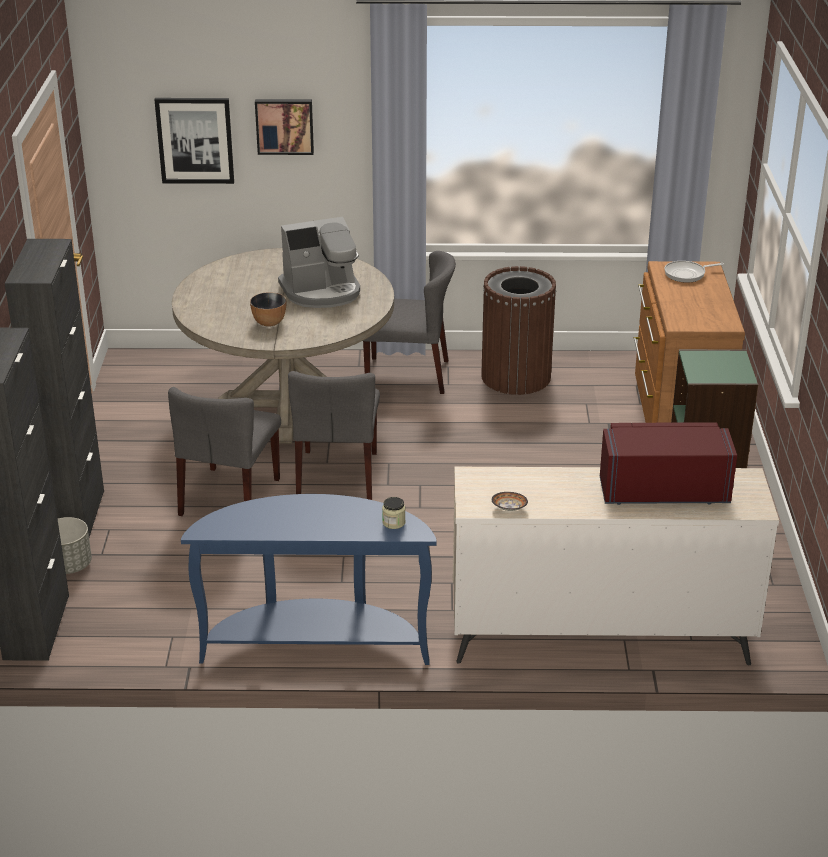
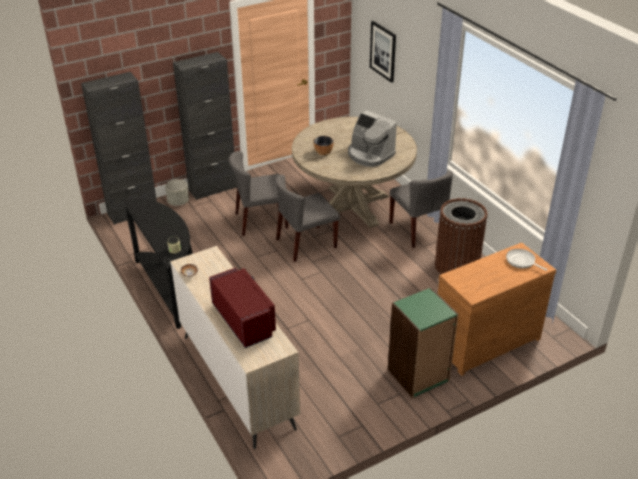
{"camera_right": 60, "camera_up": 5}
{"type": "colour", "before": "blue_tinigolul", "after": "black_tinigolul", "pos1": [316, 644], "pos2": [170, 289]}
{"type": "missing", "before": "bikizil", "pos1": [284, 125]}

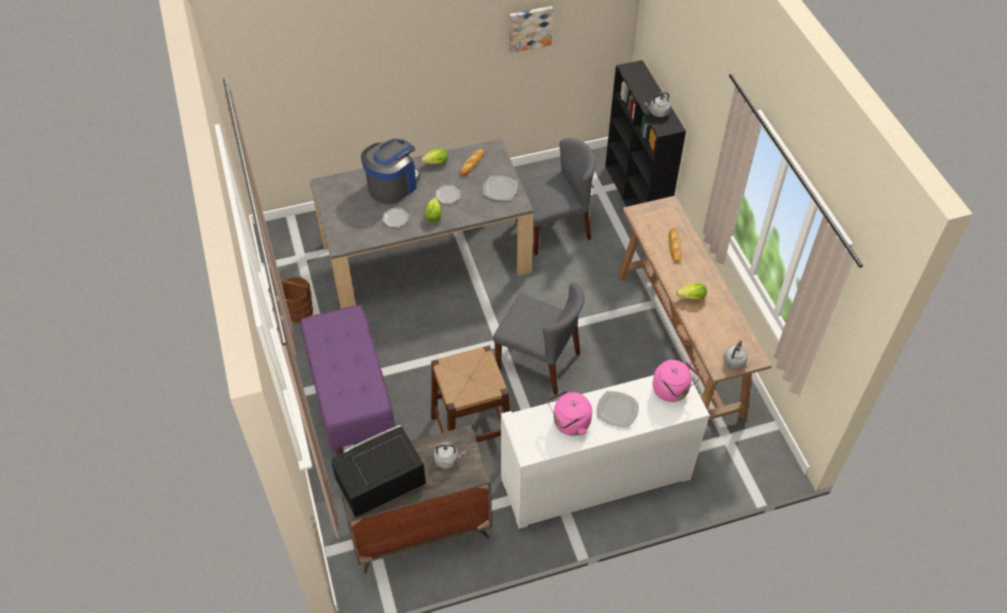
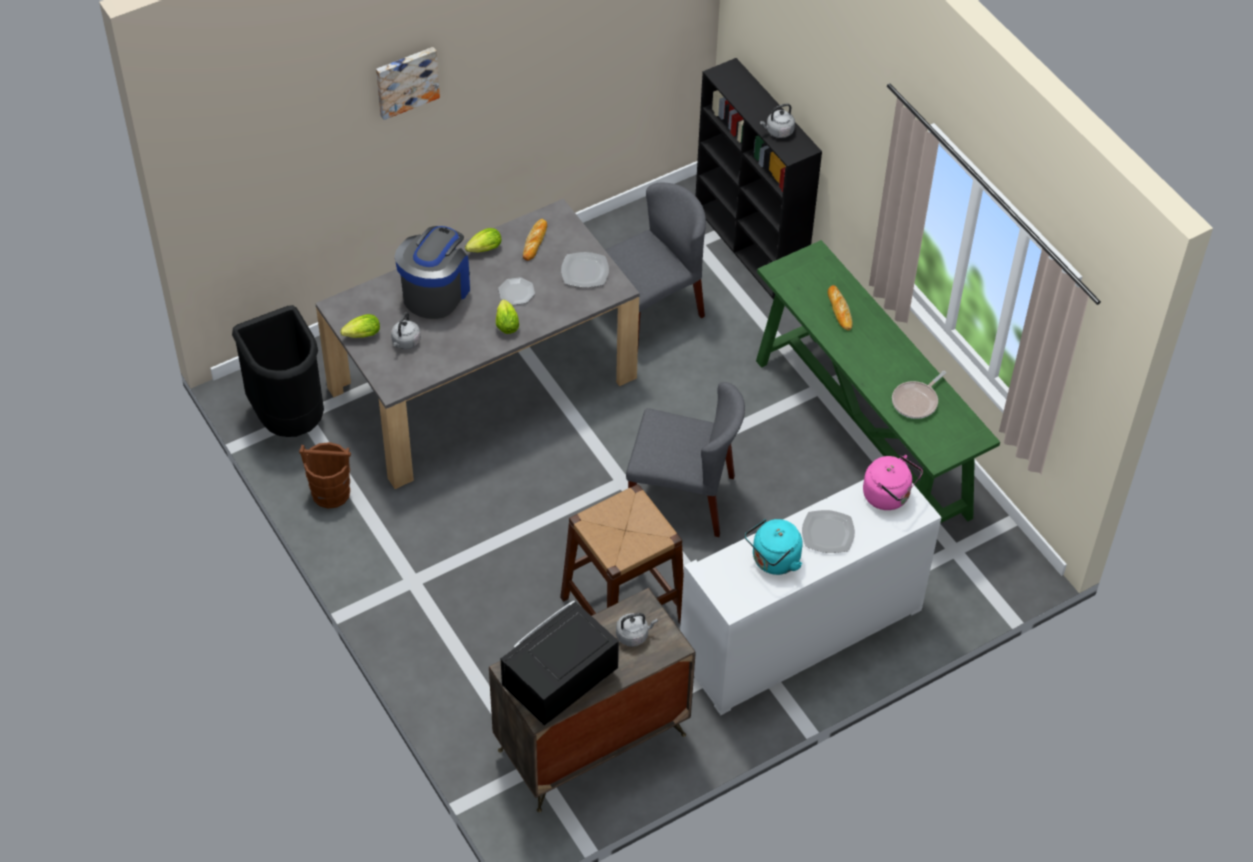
{"camera_right": -15, "camera_up": 0}
{"type": "missing", "before": "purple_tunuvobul", "pos1": [351, 397]}
{"type": "missing", "before": "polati", "pos1": [395, 218]}
{"type": "relocated", "before": "bikizil", "pos1": [530, 27], "pos2": [406, 81]}
{"type": "colour", "before": "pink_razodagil", "after": "turquoise_razodagil", "pos1": [569, 424], "pos2": [773, 561]}
{"type": "colour", "before": "brown_tinigolul", "after": "green_tinigolul", "pos1": [679, 344], "pos2": [862, 439]}
{"type": "relocated", "before": "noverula", "pos1": [690, 298], "pos2": [360, 335]}
{"type": "relocated", "before": "grey_razodagil", "pos1": [733, 362], "pos2": [405, 342]}
{"type": "appeared", "after": "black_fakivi", "pos2": [290, 417]}
{"type": "appeared", "after": "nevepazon", "pos2": [916, 401]}

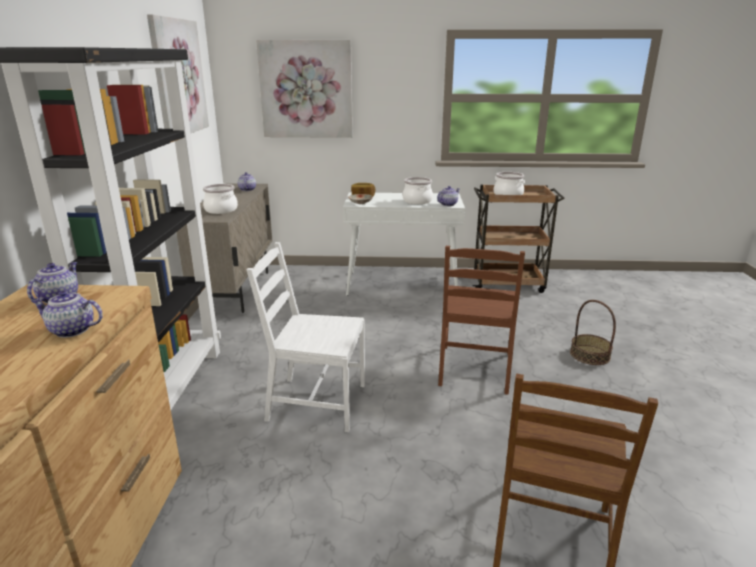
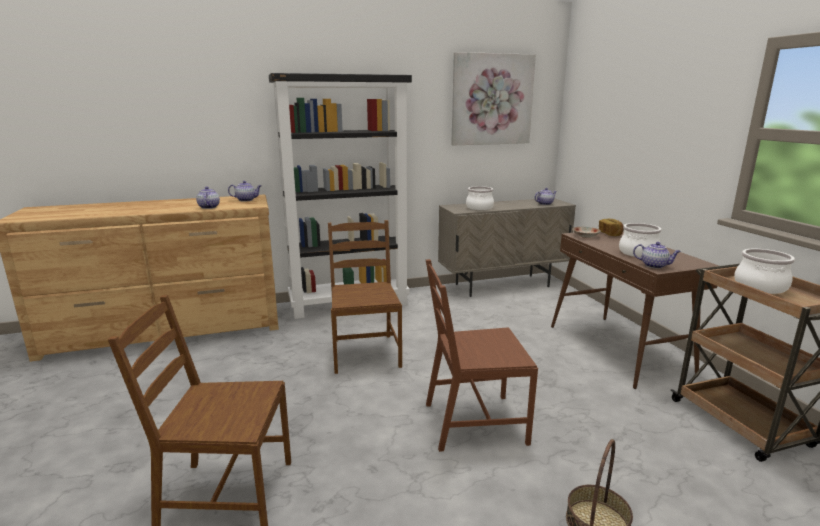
{"camera_right": 70, "camera_up": -5}
{"type": "colour", "before": "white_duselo", "after": "brown_duselo", "pos1": [315, 403], "pos2": [364, 353]}
{"type": "missing", "before": "bikizil", "pos1": [306, 89]}
{"type": "colour", "before": "white_tinigolul", "after": "brown_tinigolul", "pos1": [402, 284], "pos2": [618, 349]}

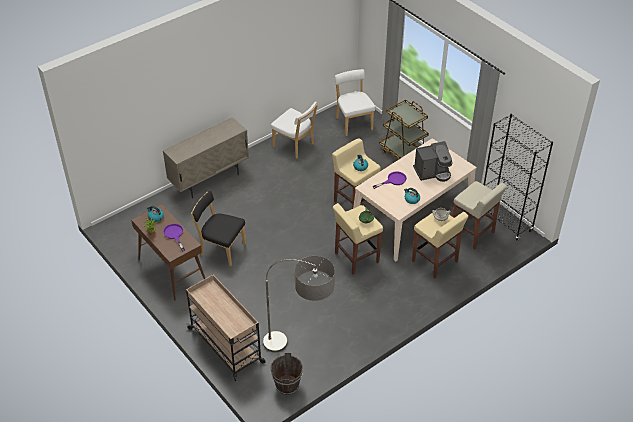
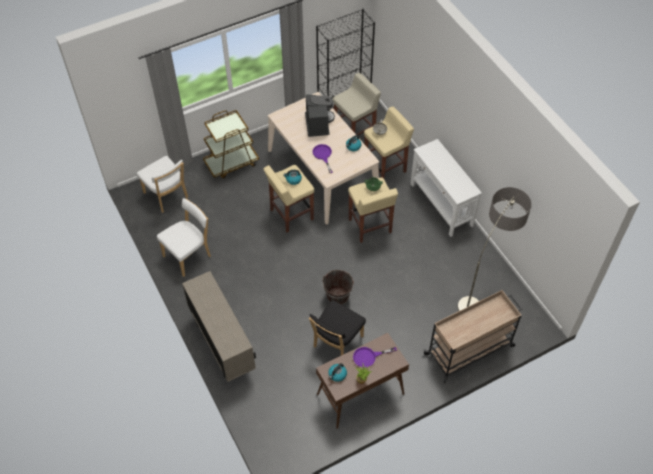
{"camera_right": -80, "camera_up": 10}
{"type": "relocated", "before": "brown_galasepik", "pos1": [287, 385], "pos2": [337, 297]}
{"type": "spun", "before": "white_duselo", "pos1": [353, 122], "pos2": [167, 196], "turn": -120}
{"type": "appeared", "after": "white_tinigolul", "pos2": [441, 205]}

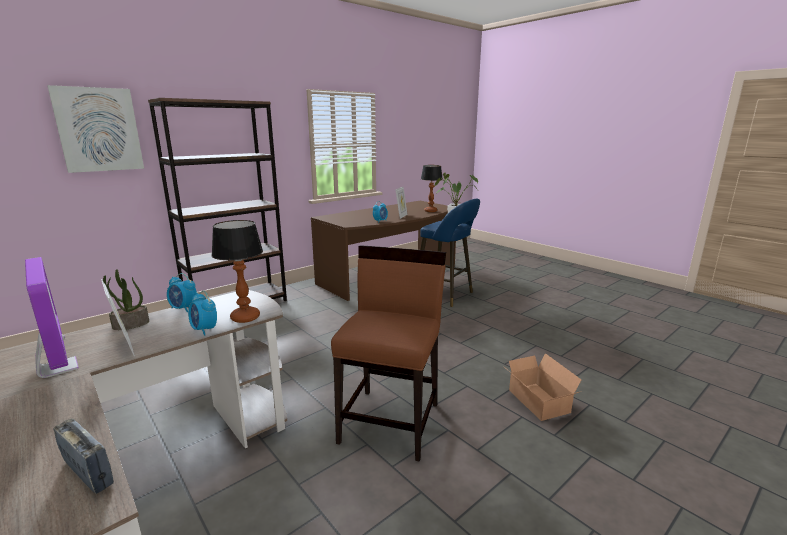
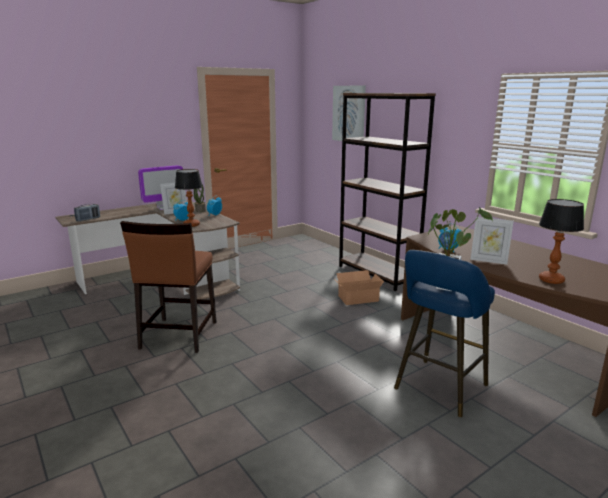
{"camera_right": 95, "camera_up": 0}
{"type": "spun", "before": "brown_duselo", "pos1": [391, 422], "pos2": [178, 335], "turn": 75}
{"type": "relocated", "before": "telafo", "pos1": [537, 402], "pos2": [357, 298]}

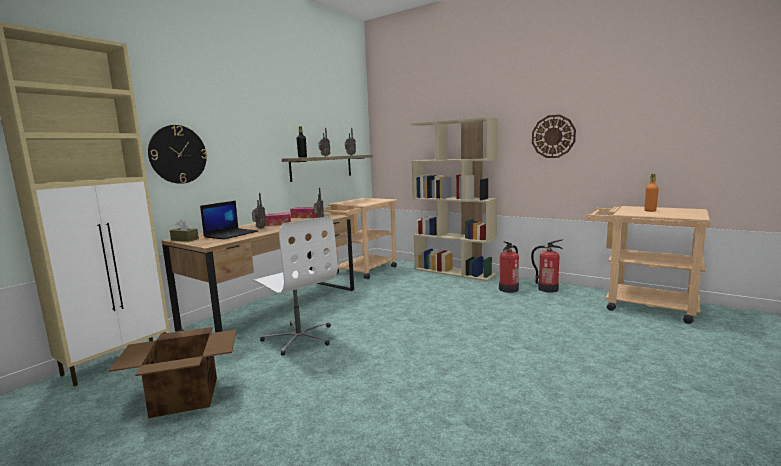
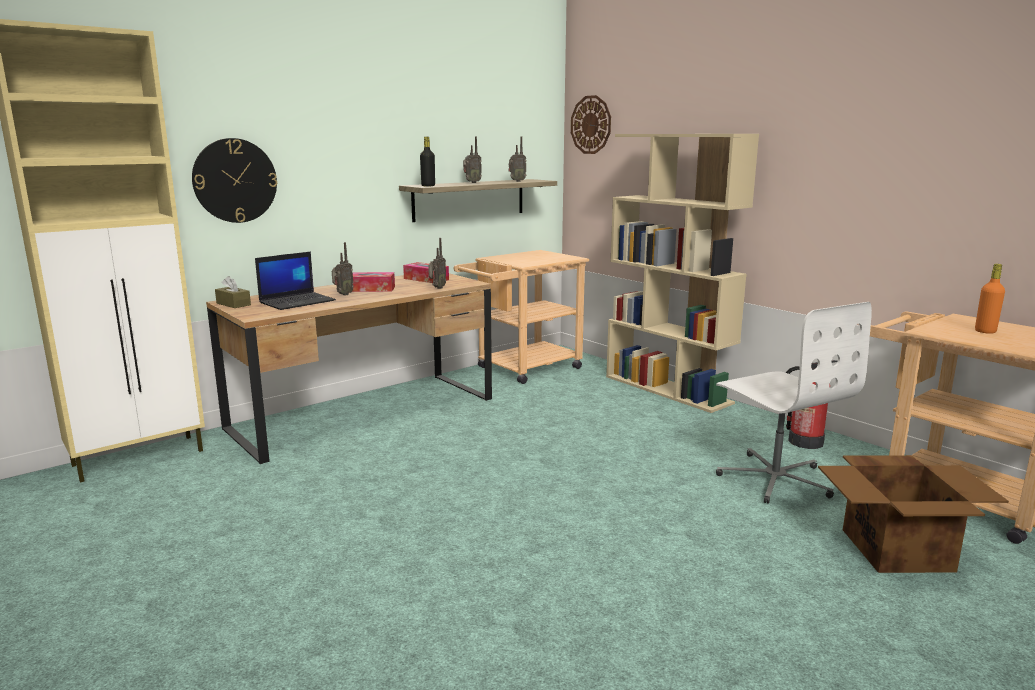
{"camera_right": 15, "camera_up": 5}
{"type": "relocated", "before": "telafo", "pos1": [186, 396], "pos2": [898, 550]}
{"type": "relocated", "before": "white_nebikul", "pos1": [299, 337], "pos2": [775, 478]}
{"type": "missing", "before": "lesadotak", "pos1": [509, 289]}
{"type": "relocated", "before": "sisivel", "pos1": [553, 136], "pos2": [591, 125]}

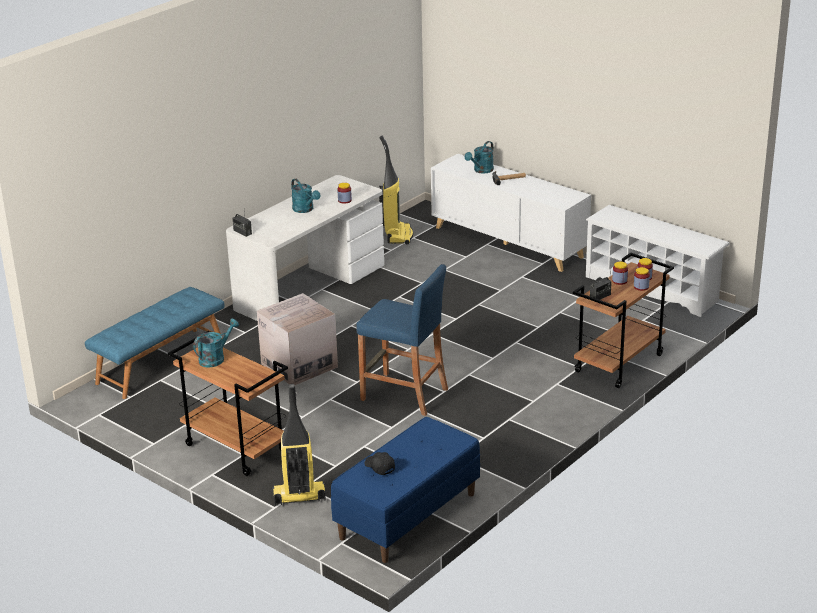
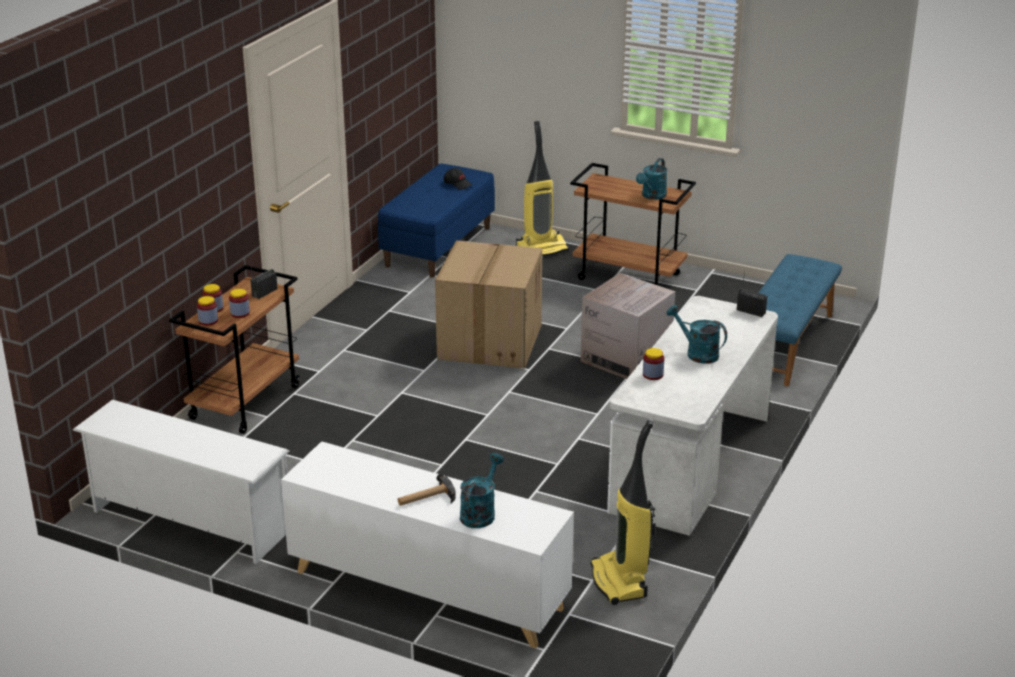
{"camera_right": 165, "camera_up": 0}
{"type": "exchanged", "before": "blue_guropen", "after": "telafo", "pos1": [404, 394], "pos2": [489, 341]}

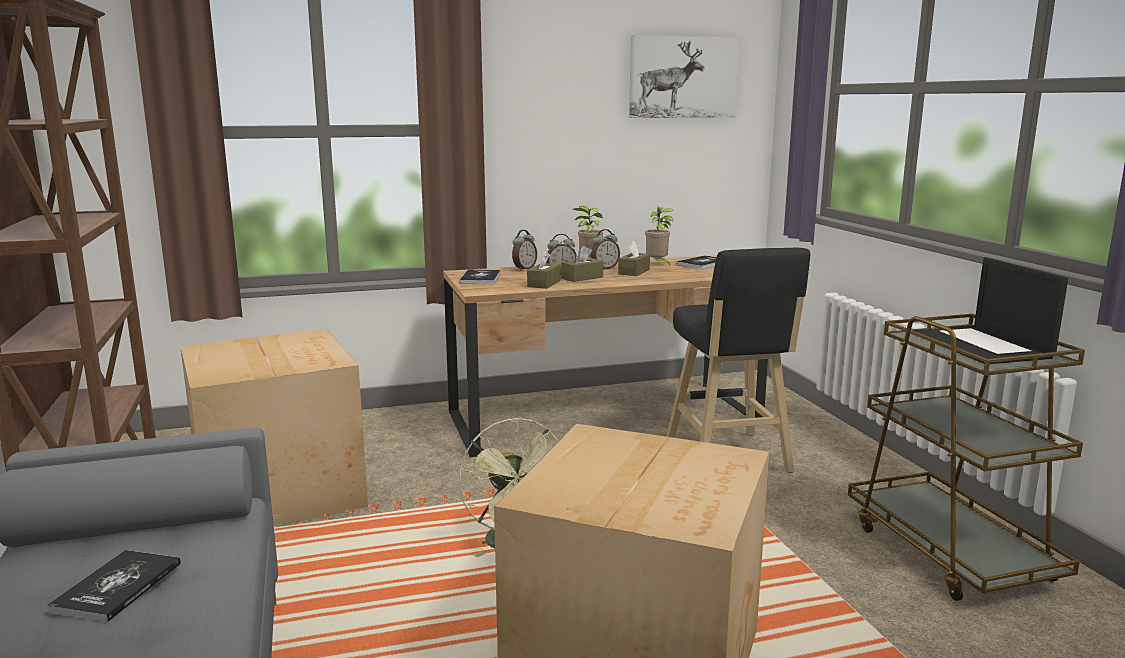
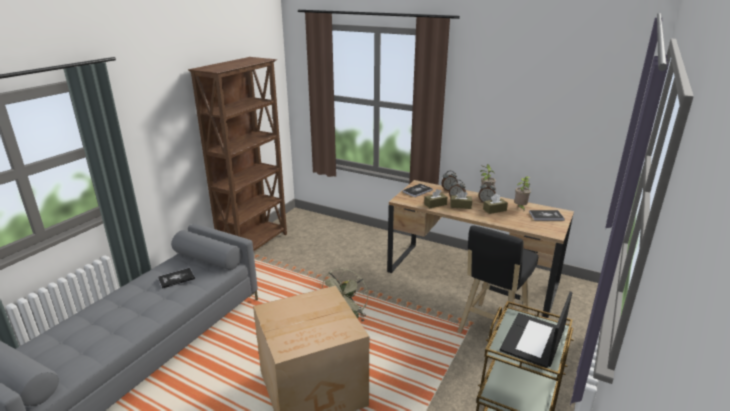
{"camera_right": 45, "camera_up": 10}
{"type": "missing", "before": "telafo", "pos1": [281, 490]}
{"type": "missing", "before": "bikizil", "pos1": [682, 77]}

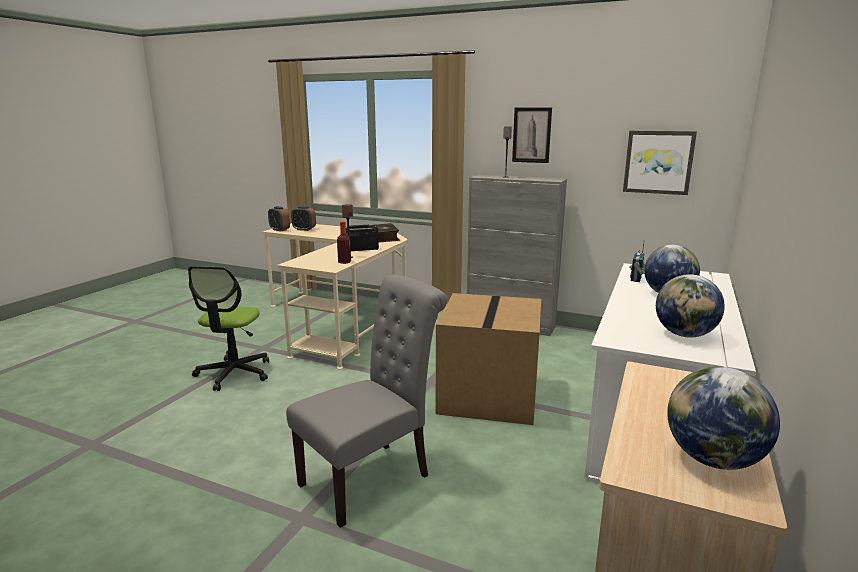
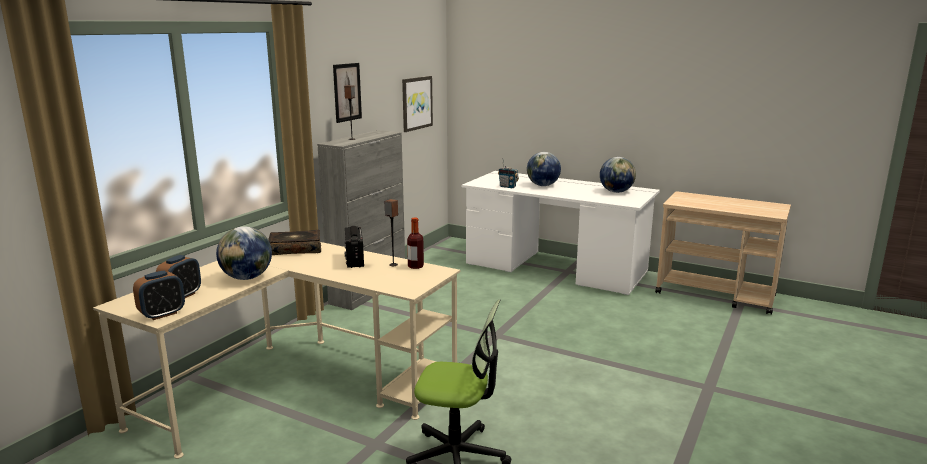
{"camera_right": -85, "camera_up": 0}
{"type": "missing", "before": "grey_duselo", "pos1": [372, 477]}
{"type": "missing", "before": "telafo", "pos1": [487, 395]}
{"type": "relocated", "before": "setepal", "pos1": [713, 460], "pos2": [247, 278]}

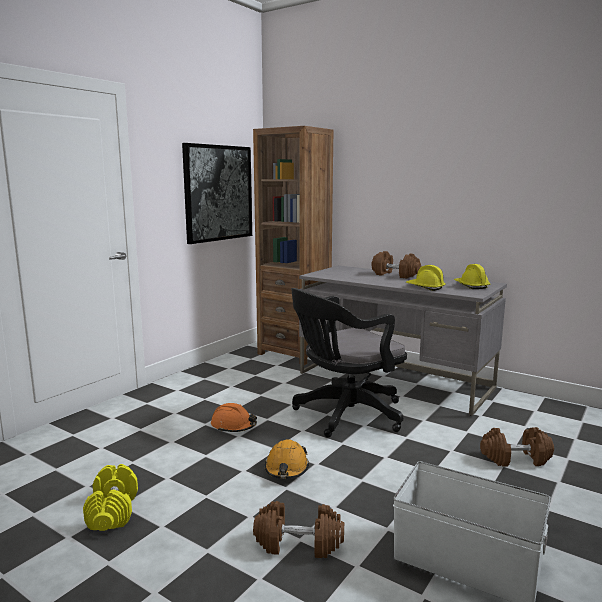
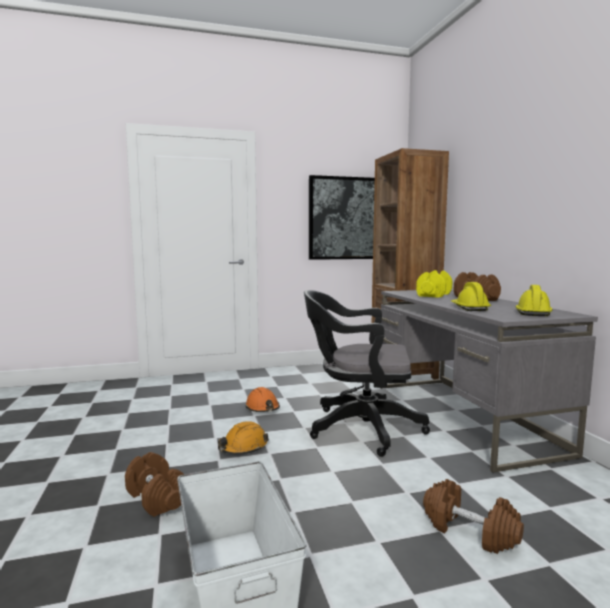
{"camera_right": 40, "camera_up": -5}
{"type": "relocated", "before": "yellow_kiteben", "pos1": [113, 511], "pos2": [434, 295]}

